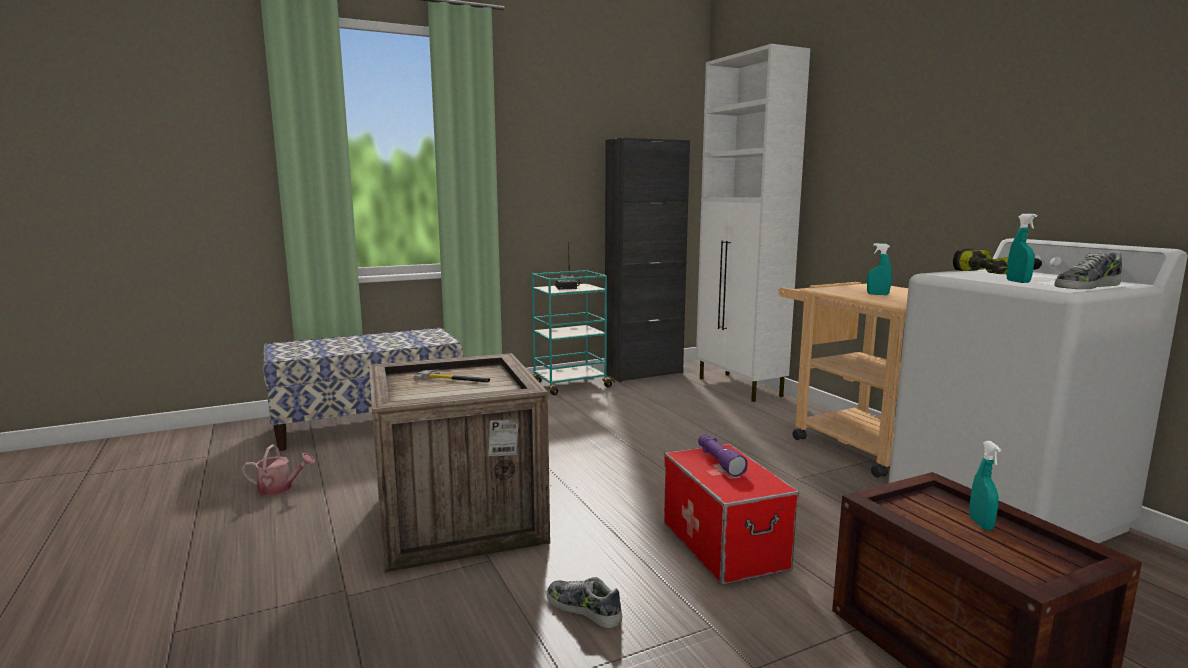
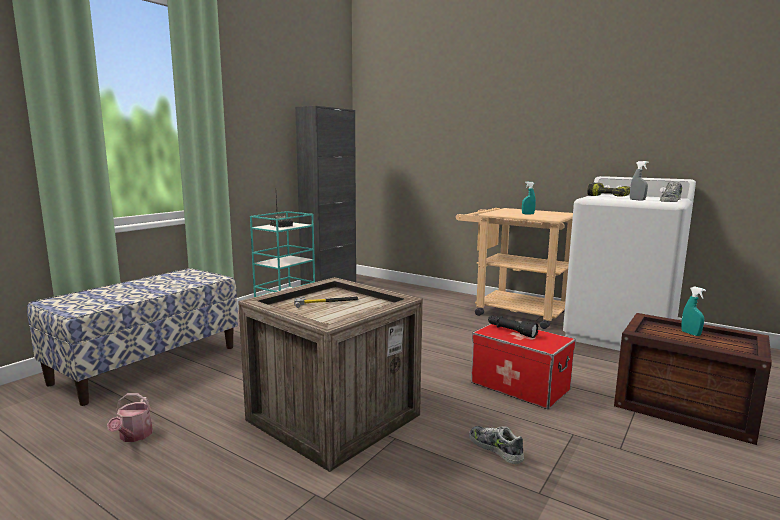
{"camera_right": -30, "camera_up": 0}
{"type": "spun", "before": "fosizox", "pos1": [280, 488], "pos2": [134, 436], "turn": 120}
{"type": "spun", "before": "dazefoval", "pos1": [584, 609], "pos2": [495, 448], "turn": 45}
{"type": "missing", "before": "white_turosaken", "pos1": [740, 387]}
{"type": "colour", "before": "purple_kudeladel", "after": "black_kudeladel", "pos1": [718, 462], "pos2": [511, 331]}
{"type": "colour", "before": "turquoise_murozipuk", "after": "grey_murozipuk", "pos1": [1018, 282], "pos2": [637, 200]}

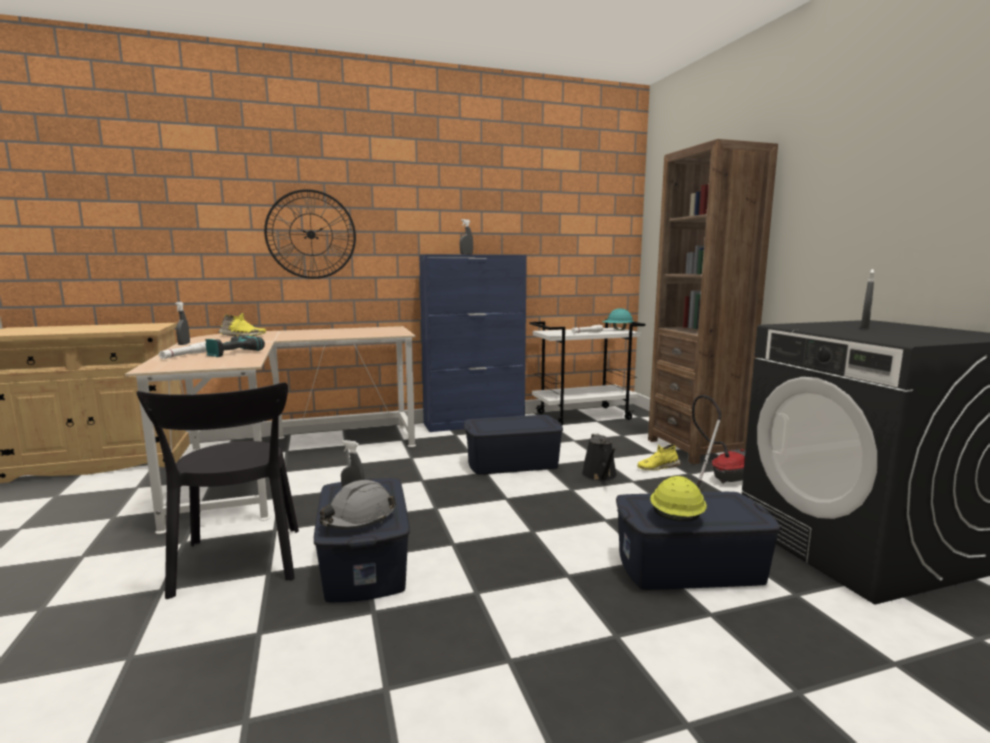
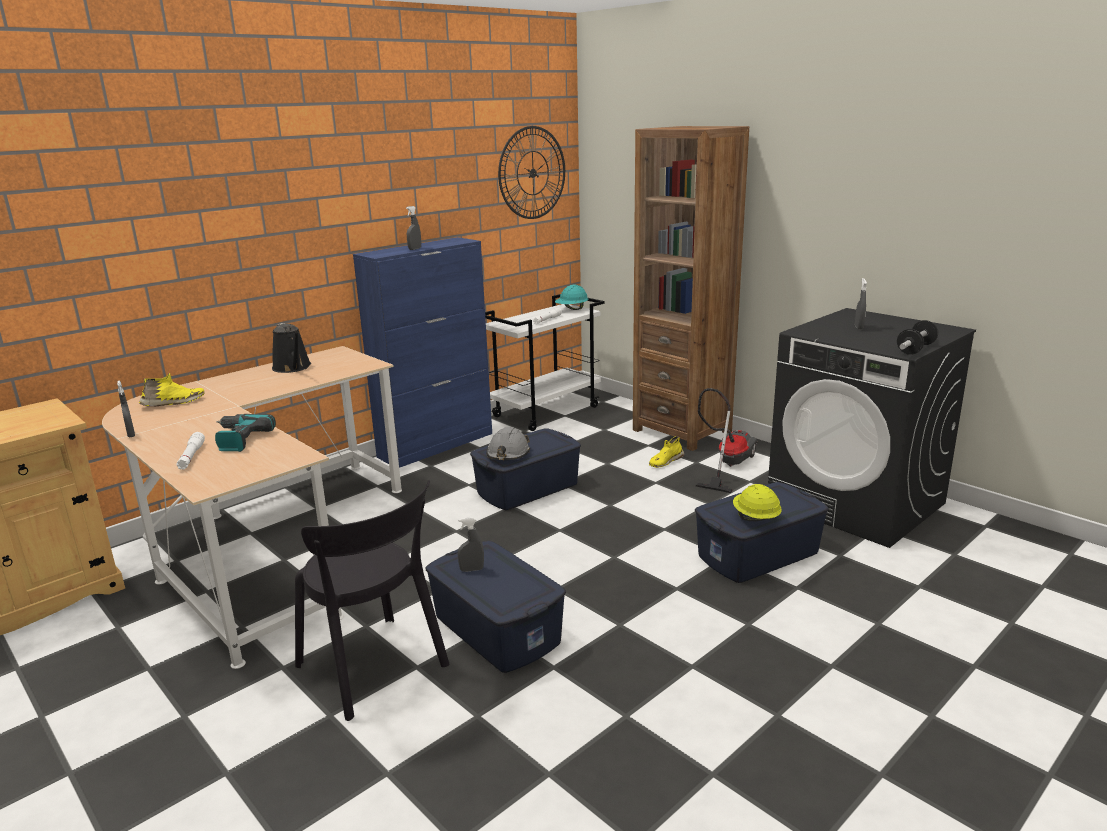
{"camera_right": -25, "camera_up": 10}
{"type": "relocated", "before": "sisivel", "pos1": [311, 234], "pos2": [532, 173]}
{"type": "relocated", "before": "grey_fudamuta", "pos1": [358, 519], "pos2": [508, 454]}
{"type": "relocated", "before": "black_fosizox", "pos1": [600, 476], "pos2": [293, 368]}
{"type": "appeared", "after": "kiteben", "pos2": [915, 349]}

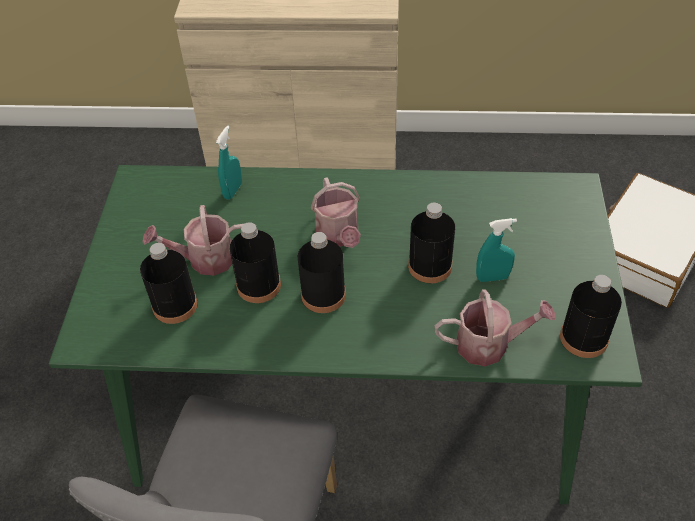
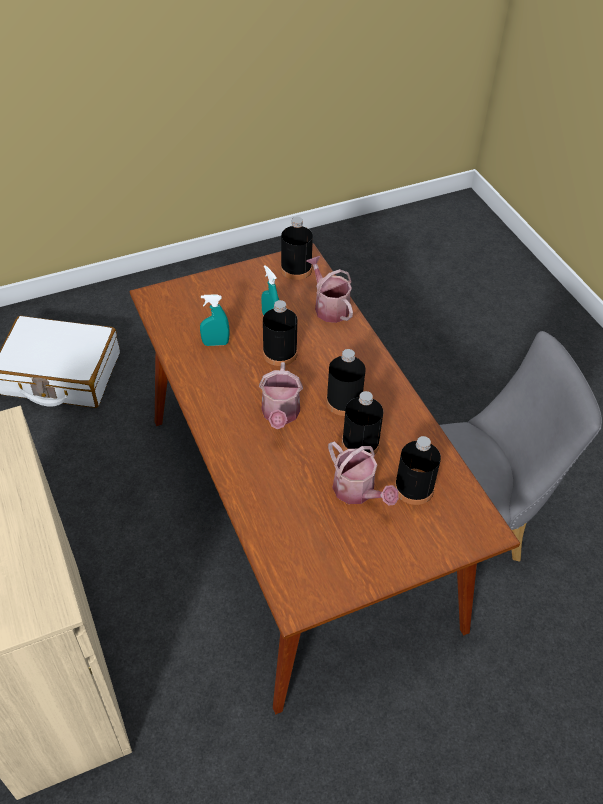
{"camera_right": -120, "camera_up": 0}
{"type": "colour", "before": "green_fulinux", "after": "brown_fulinux", "pos1": [351, 393], "pos2": [299, 518]}
{"type": "relocated", "before": "turquoise_murozipuk", "pos1": [233, 190], "pos2": [215, 343]}
{"type": "spun", "before": "fosizox", "pos1": [339, 236], "pos2": [280, 415], "turn": 135}

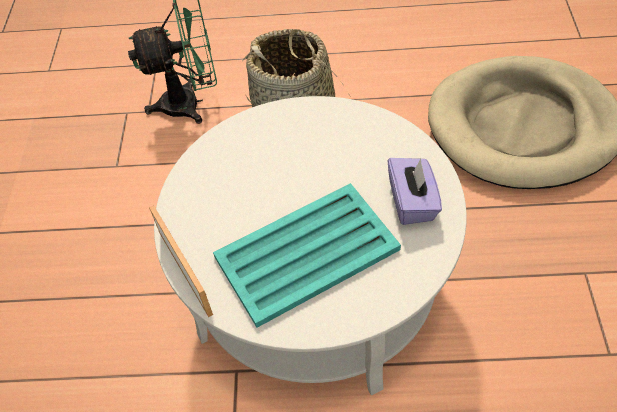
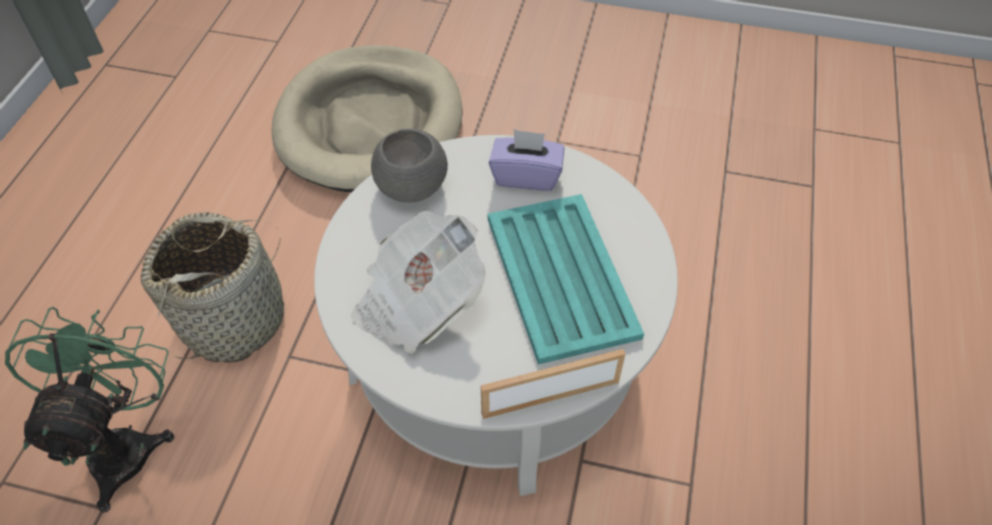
{"camera_right": -80, "camera_up": 0}
{"type": "appeared", "after": "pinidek", "pos2": [418, 302]}
{"type": "appeared", "after": "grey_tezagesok", "pos2": [411, 187]}

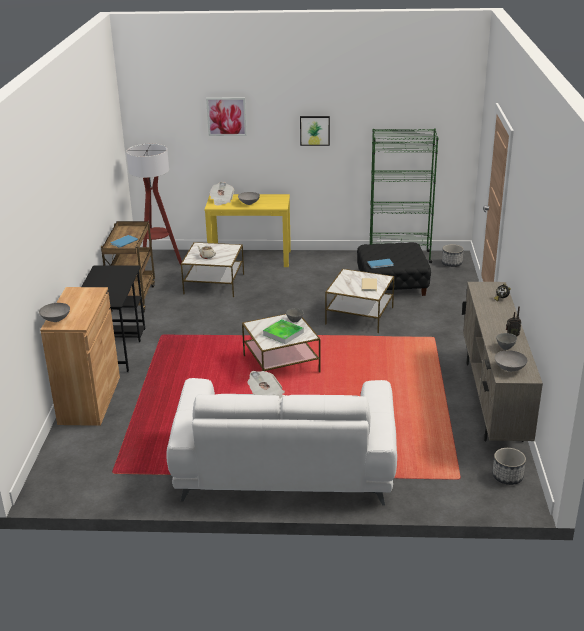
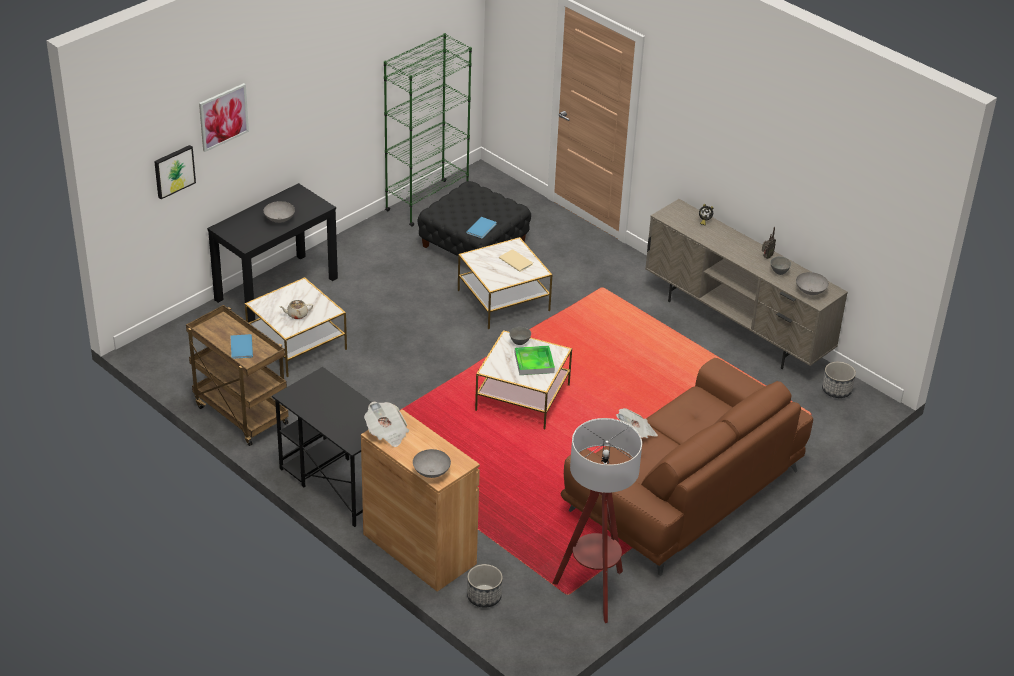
{"camera_right": -50, "camera_up": 10}
{"type": "relocated", "before": "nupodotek", "pos1": [158, 264], "pos2": [593, 592]}
{"type": "colour", "before": "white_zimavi", "after": "brown_zimavi", "pos1": [284, 466], "pos2": [683, 491]}
{"type": "colour", "before": "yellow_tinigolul", "after": "black_tinigolul", "pos1": [250, 258], "pos2": [276, 288]}
{"type": "relocated", "before": "pinidek", "pos1": [221, 200], "pos2": [387, 433]}
{"type": "relocated", "before": "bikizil", "pos1": [315, 130], "pos2": [174, 171]}
{"type": "relocated", "before": "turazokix", "pos1": [452, 263], "pos2": [484, 596]}

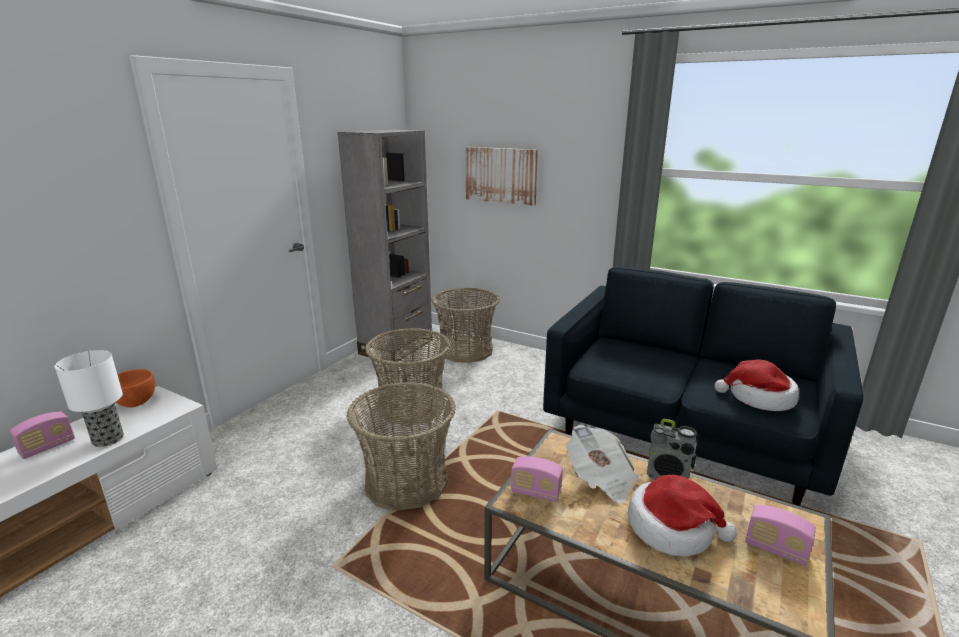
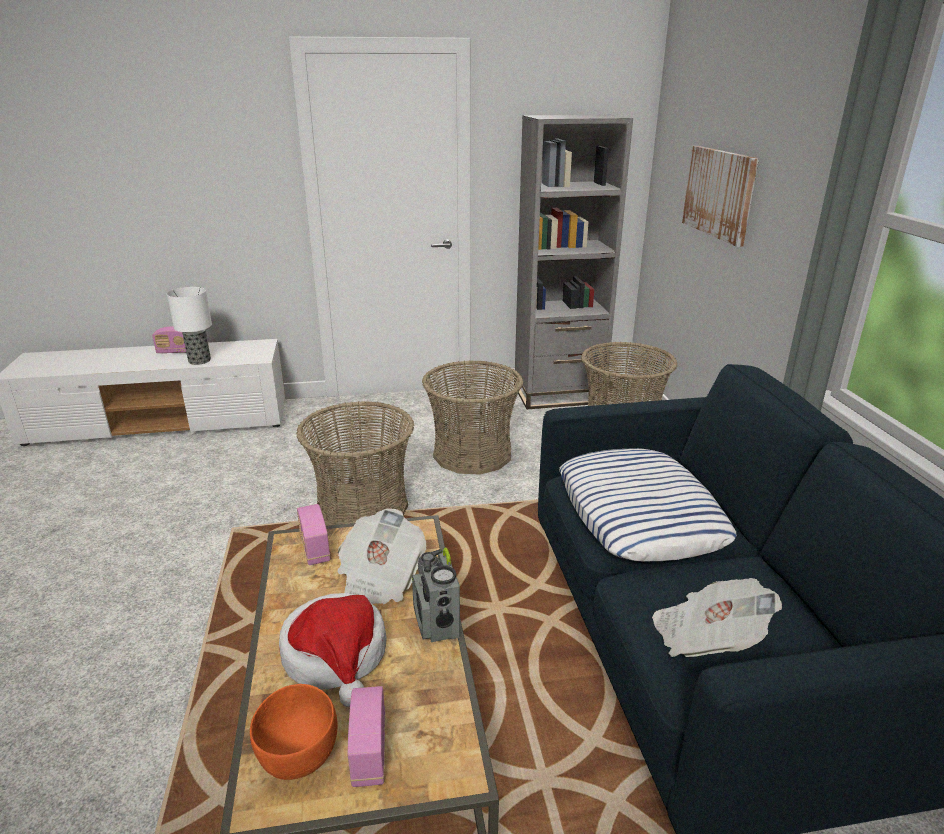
{"camera_right": 50, "camera_up": 5}
{"type": "relocated", "before": "orange_tezagesok", "pos1": [136, 402], "pos2": [299, 757]}
{"type": "exchanged", "before": "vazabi", "after": "pinidek", "pos1": [759, 398], "pos2": [707, 638]}
{"type": "appeared", "after": "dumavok", "pos2": [639, 514]}

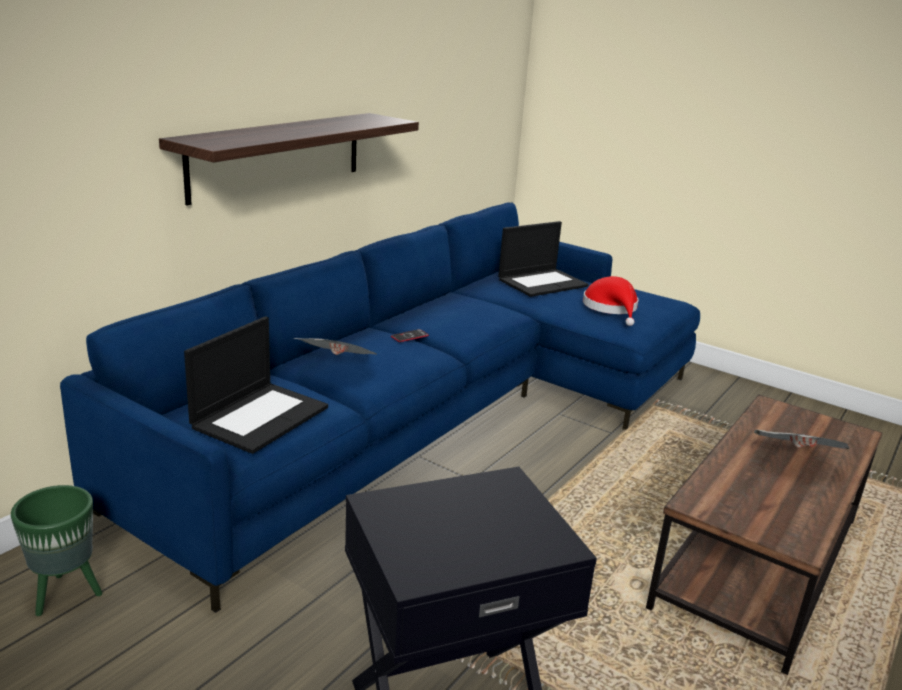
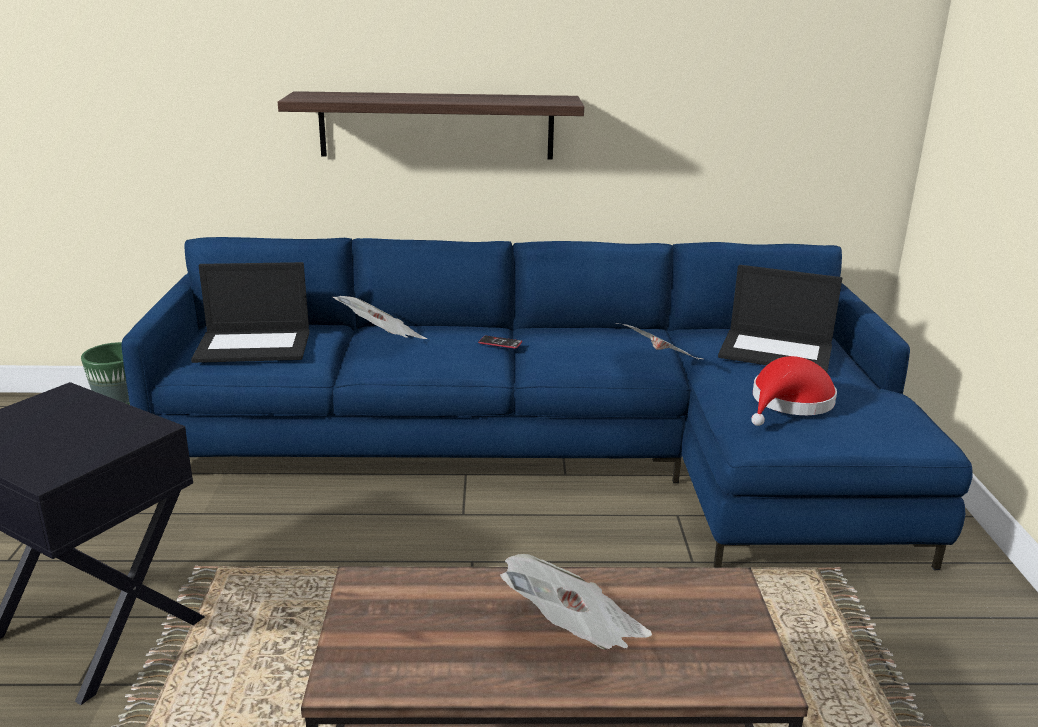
{"camera_right": 55, "camera_up": 0}
{"type": "appeared", "after": "pinidek", "pos2": [660, 364]}

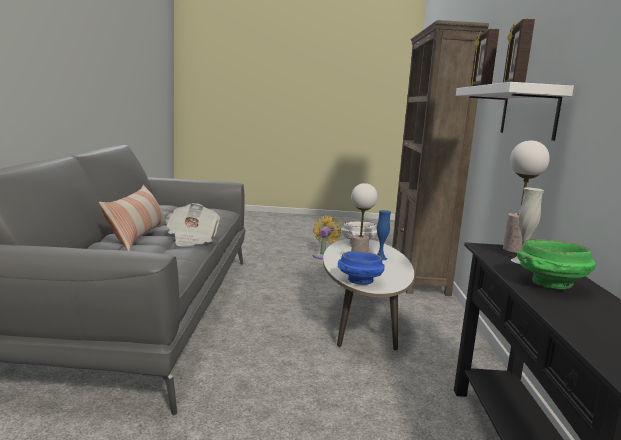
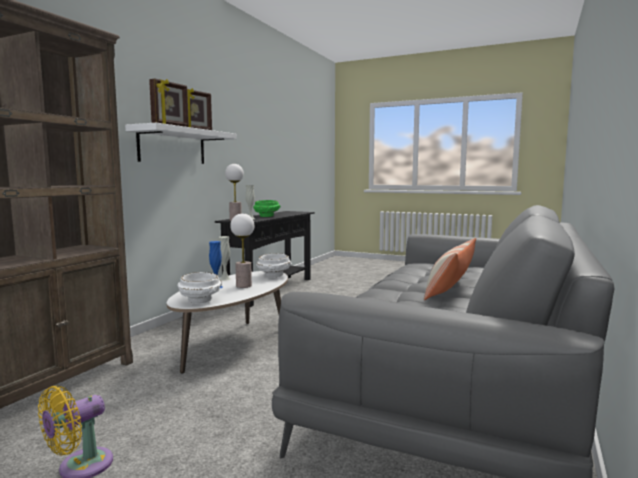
{"camera_right": -155, "camera_up": -5}
{"type": "missing", "before": "pinidek", "pos1": [192, 239]}
{"type": "colour", "before": "blue_tezagesok", "after": "white_tezagesok", "pos1": [359, 281], "pos2": [274, 275]}
{"type": "appeared", "after": "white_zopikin", "pos2": [225, 279]}

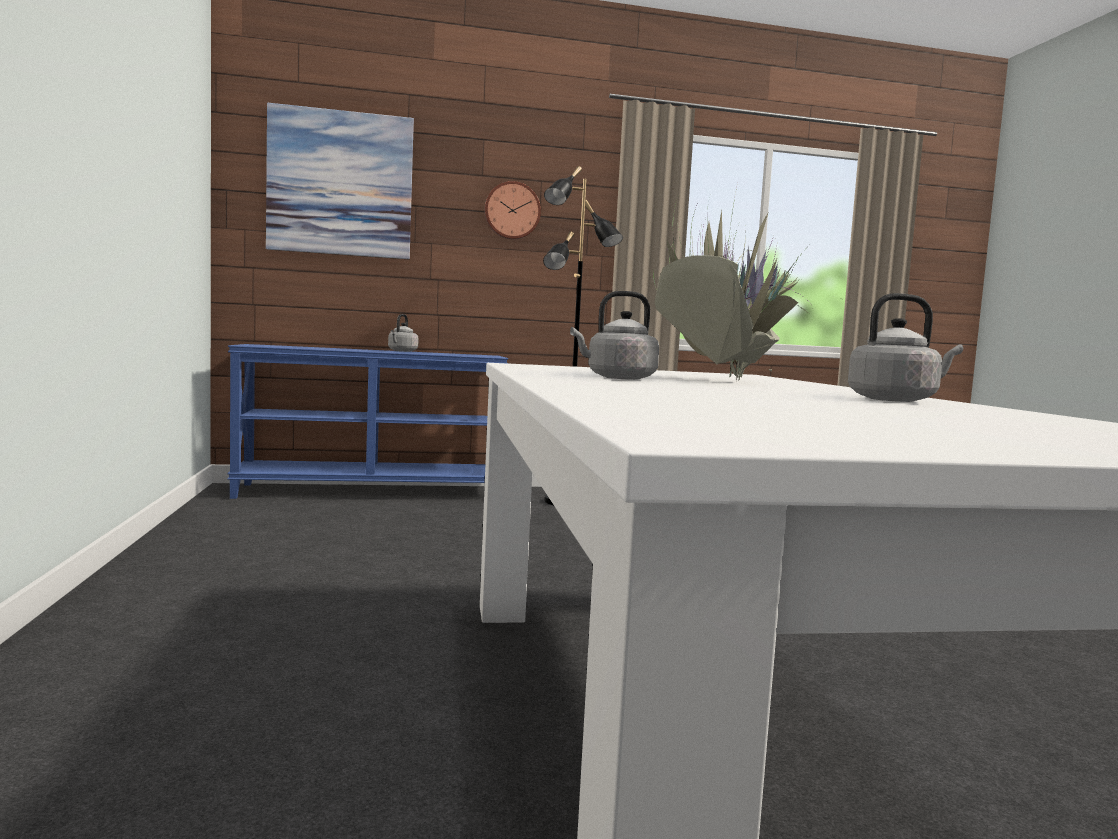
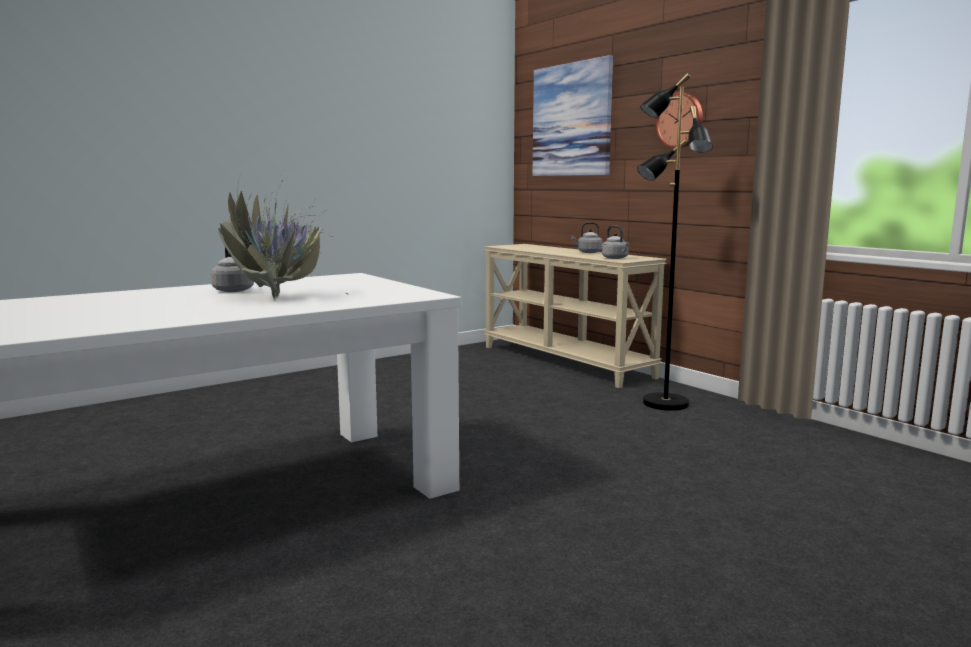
{"camera_right": 65, "camera_up": 5}
{"type": "colour", "before": "blue_tinigolul", "after": "beige_tinigolul", "pos1": [372, 492], "pos2": [566, 361]}
{"type": "relocated", "before": "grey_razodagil", "pos1": [896, 400], "pos2": [616, 258]}

